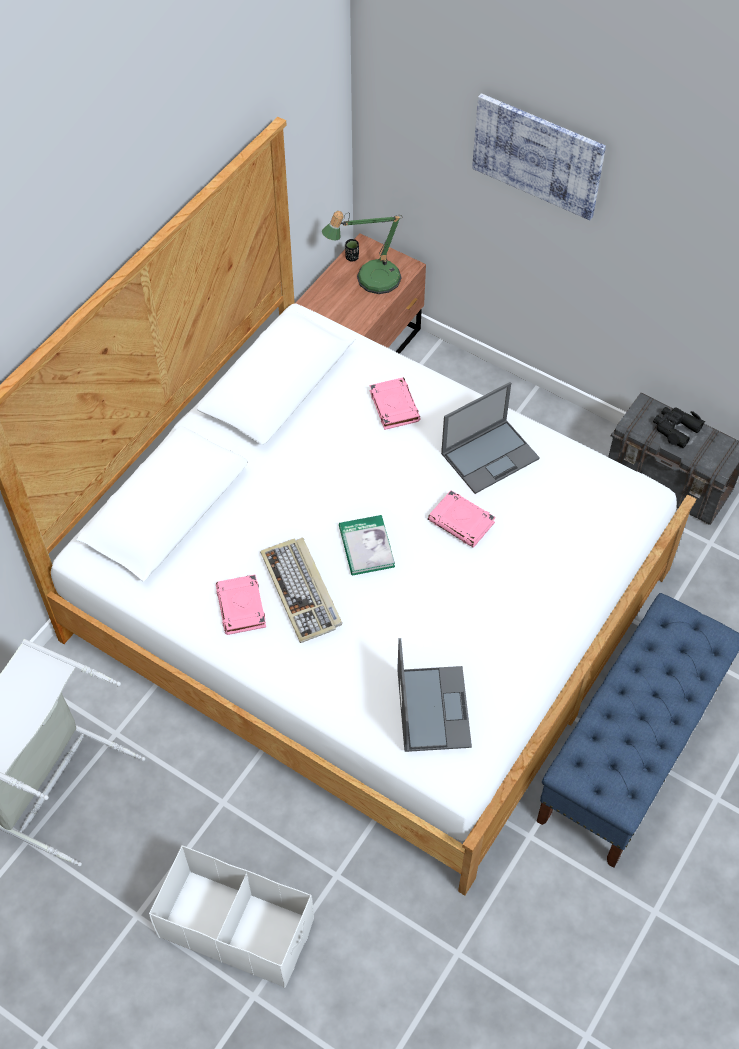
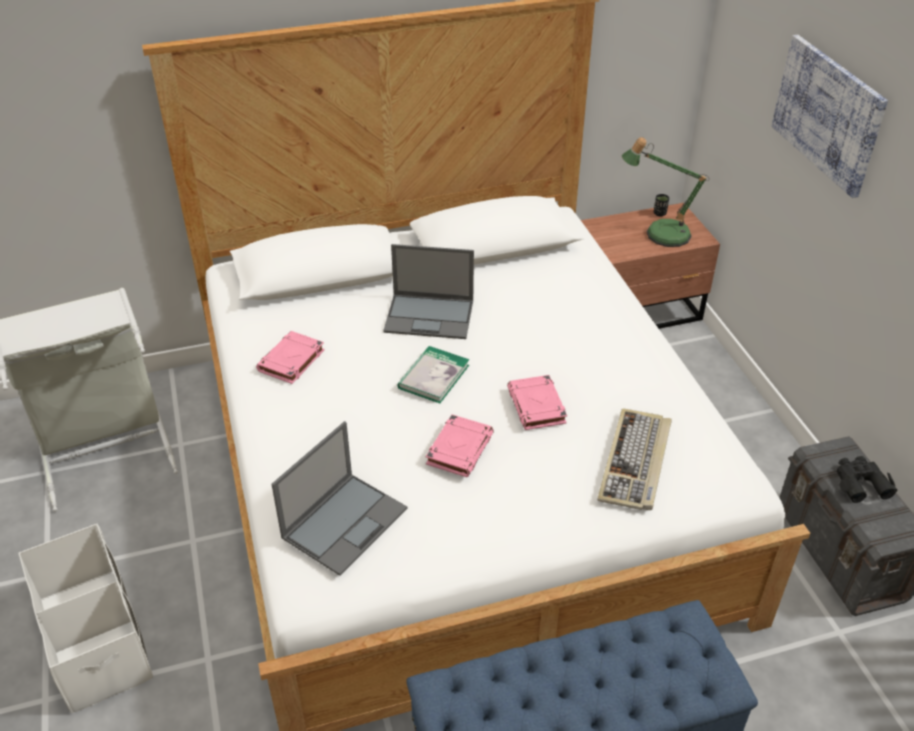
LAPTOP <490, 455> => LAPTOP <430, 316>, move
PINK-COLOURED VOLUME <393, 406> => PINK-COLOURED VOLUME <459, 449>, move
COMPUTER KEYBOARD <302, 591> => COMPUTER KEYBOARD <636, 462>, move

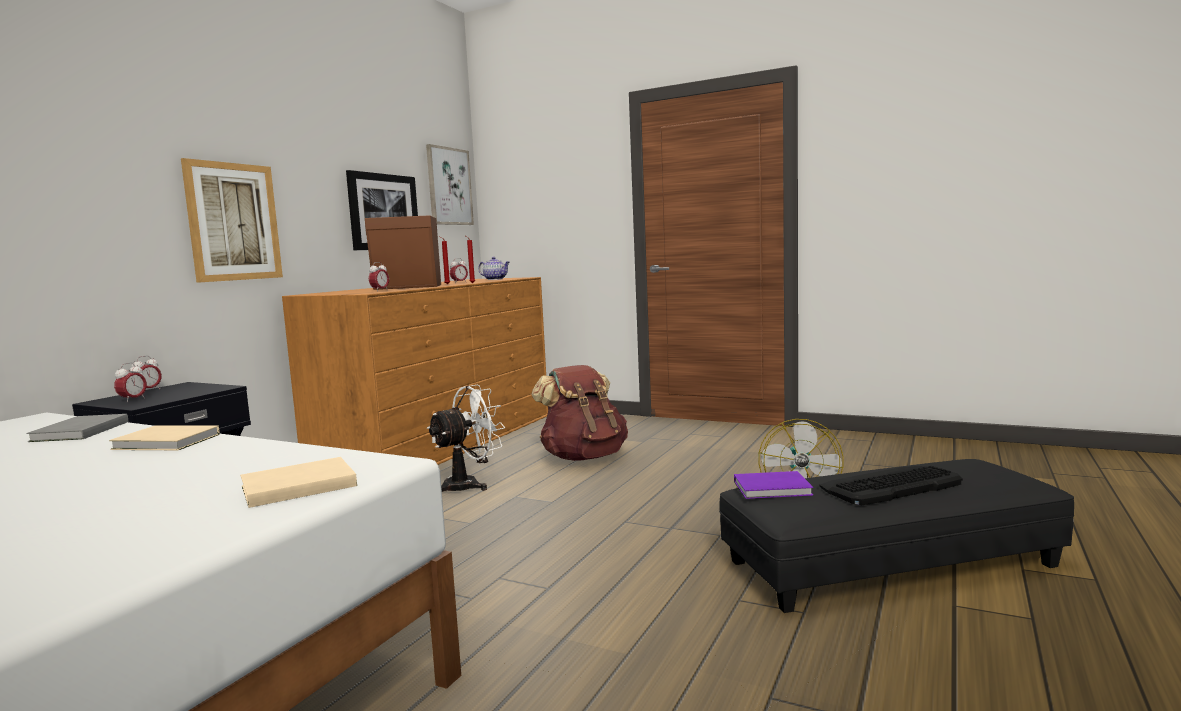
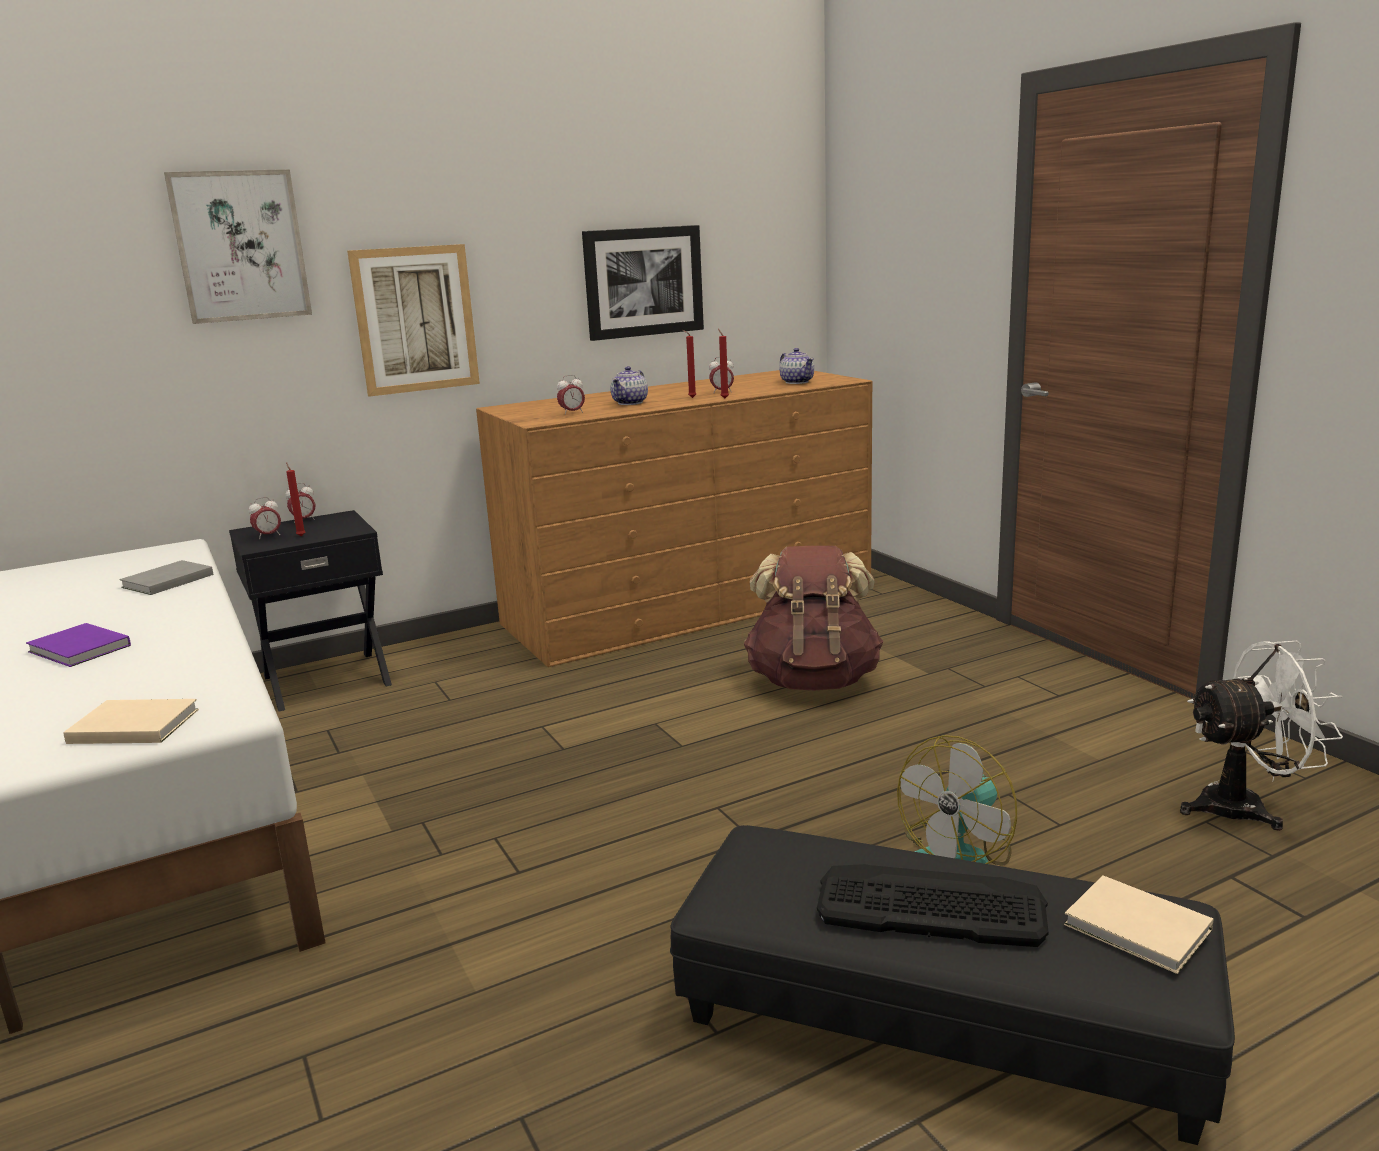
PURPLE-COLOURED VOLUME <774, 488> => PURPLE-COLOURED VOLUME <79, 649>, move
PICTURE <449, 186> => PICTURE <240, 246>, move
nothing => REDDISH CANDLE <301, 536>
BROWN-COLOURED AUDIO SPEAKER <409, 287> => POT FOR TEA <630, 403>
BEIGE-COLOURED VOLUME <167, 442> => BEIGE-COLOURED VOLUME <1139, 930>, move
WHITE-COLOURED FAN <469, 485> => WHITE-COLOURED FAN <1246, 807>, move

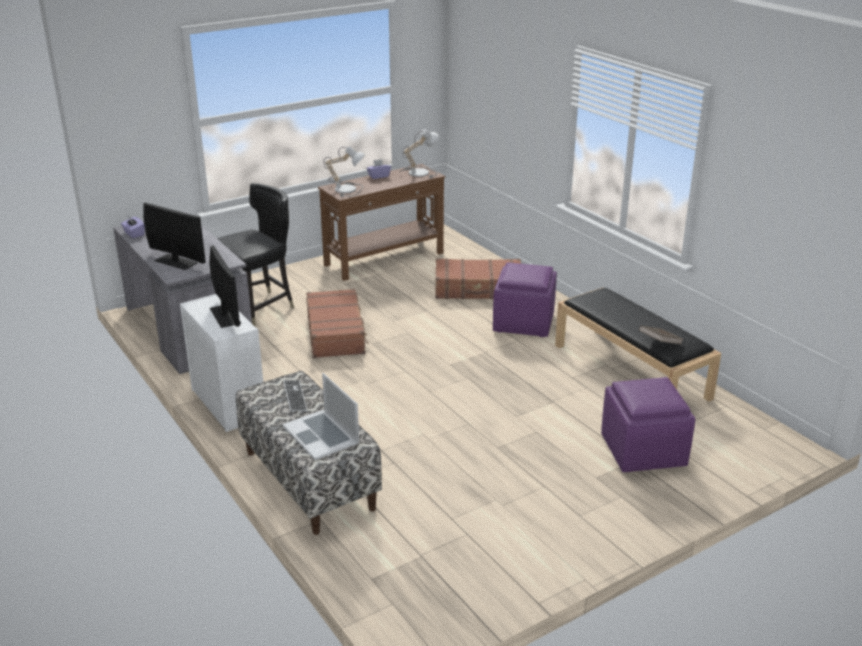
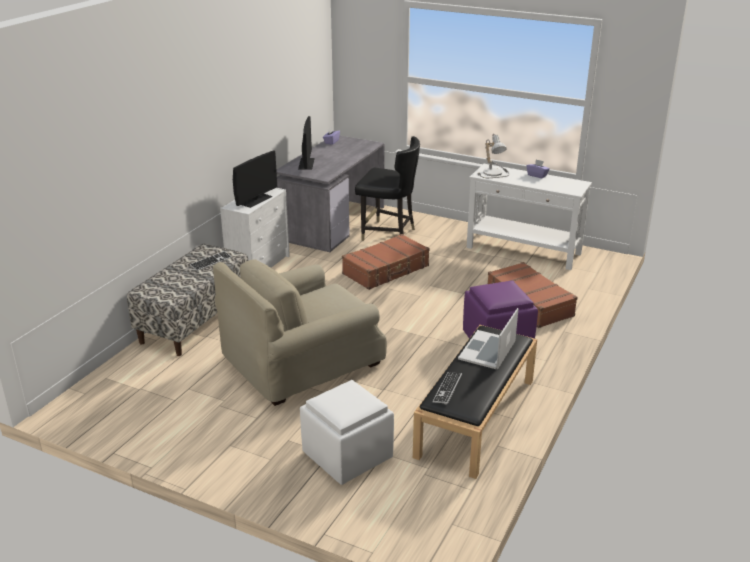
nothing => BEIGE-COLOURED EASY CHAIR <303, 361>
PURPLE-COLOURED FOOTREST <644, 451> => WHITE-COLOURED FOOTREST <347, 456>
BROWN-COLOURED VOLUME <659, 343> => COMPUTER KEYBOARD <447, 389>
LAPTOP <321, 434> => LAPTOP <487, 350>, move
BROWN-COLOURED HALL TABLE <385, 259> => WHITE-COLOURED HALL TABLE <523, 251>
TABLETOP LAMP <418, 172> => nothing

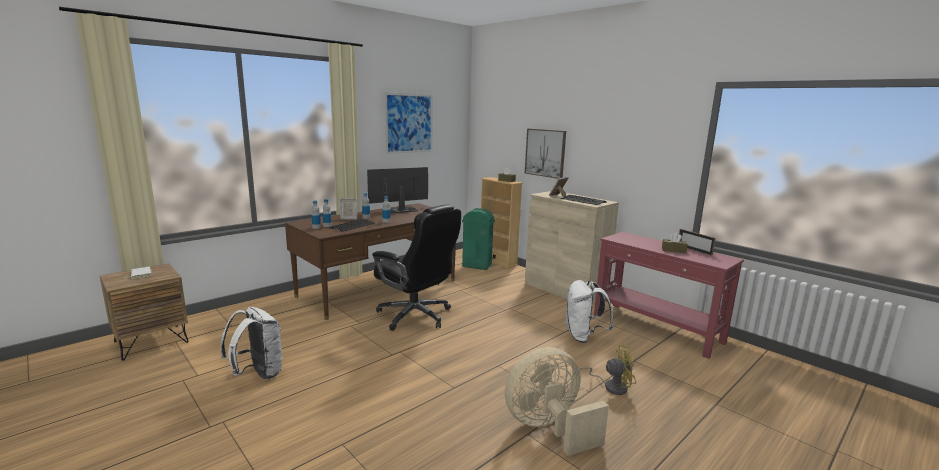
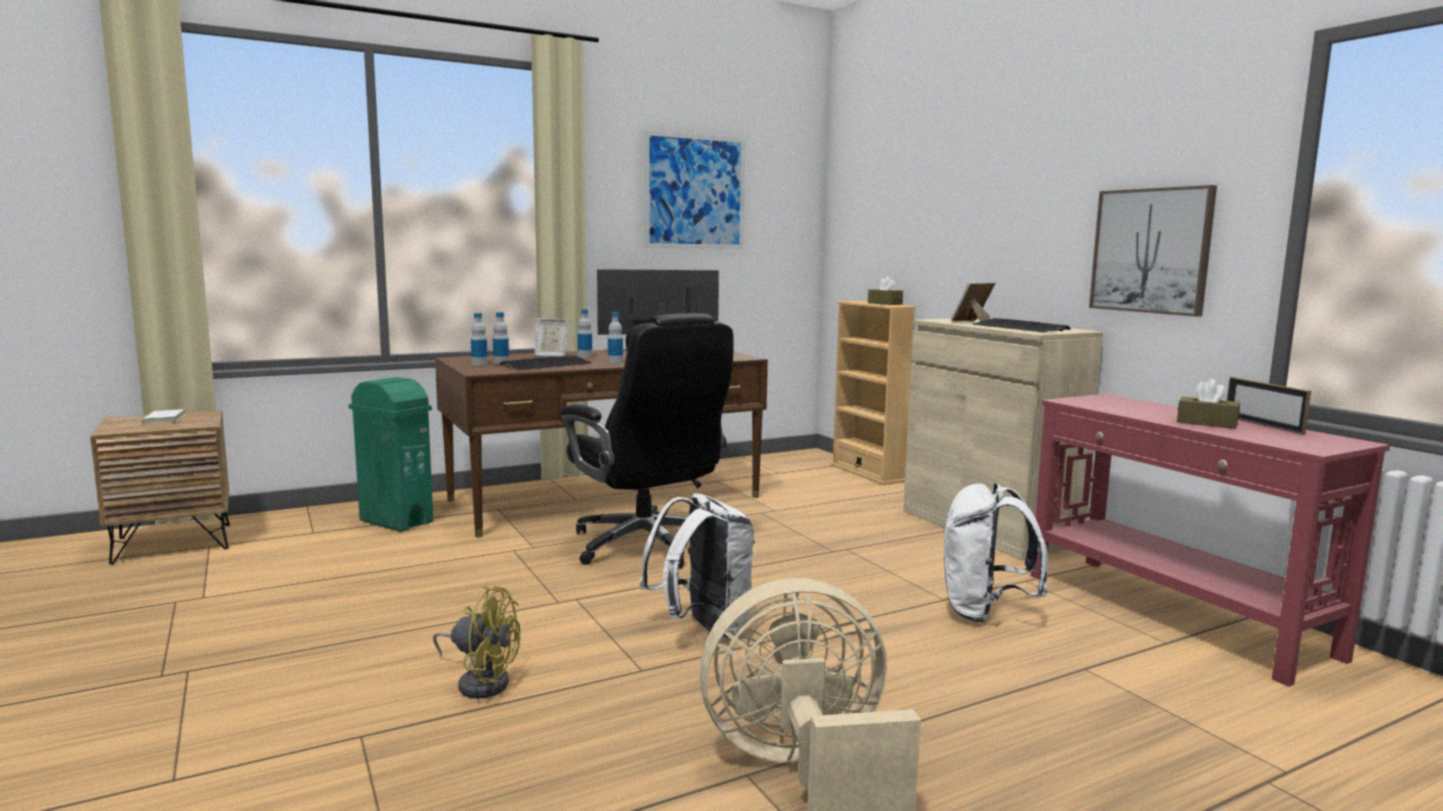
GREENISH WASTE BIN <476, 266> => GREENISH WASTE BIN <396, 521>, move
YELLOW-COLOURED FAN <611, 386> => YELLOW-COLOURED FAN <481, 681>, move
WHITE-COLOURED KNAPSACK <258, 374> => WHITE-COLOURED KNAPSACK <703, 628>, move
PICTURE <545, 153> => PICTURE <1151, 251>, move

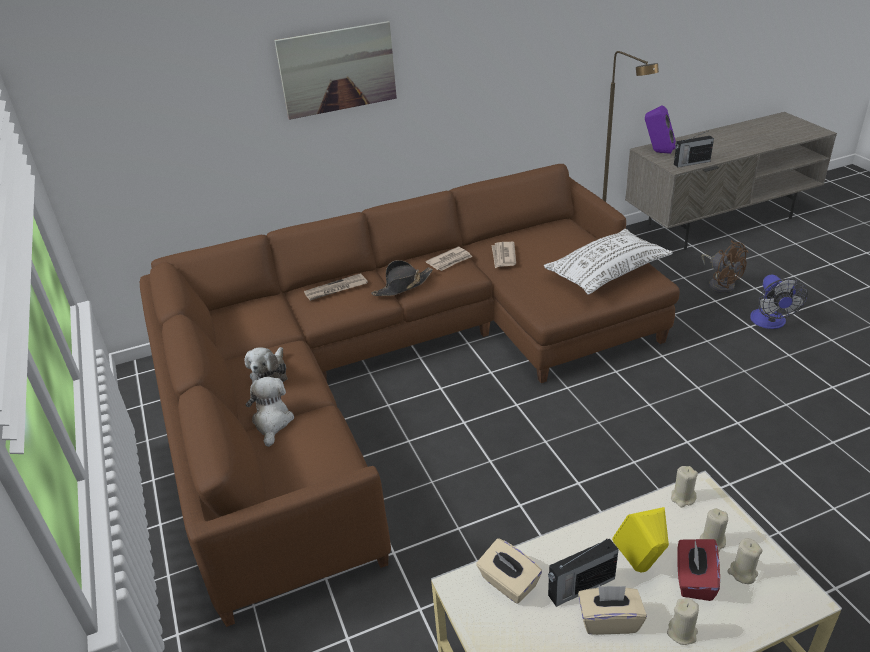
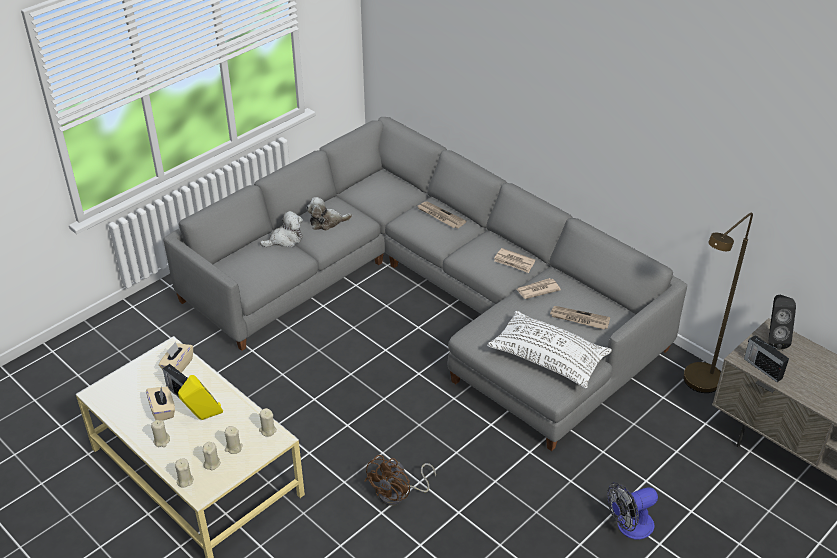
BROWN-COLOURED SOFA <395, 367> => GREYISH SOFA <430, 296>
nothing => BEIGE-COLOURED CANDLE <185, 480>
BROWN-COLOURED FAN <720, 284> => BROWN-COLOURED FAN <398, 494>, move
nothing => NEWSPAPER <579, 319>
PURPLE-COLOURED AUDIO SPEAKER <657, 152> => BLACK AUDIO SPEAKER <773, 339>
PICTURE <337, 70> => nothing
BLACK WEARABLE HAT <403, 286> => nothing
REDDISH TISSUE BOX <694, 580> => nothing

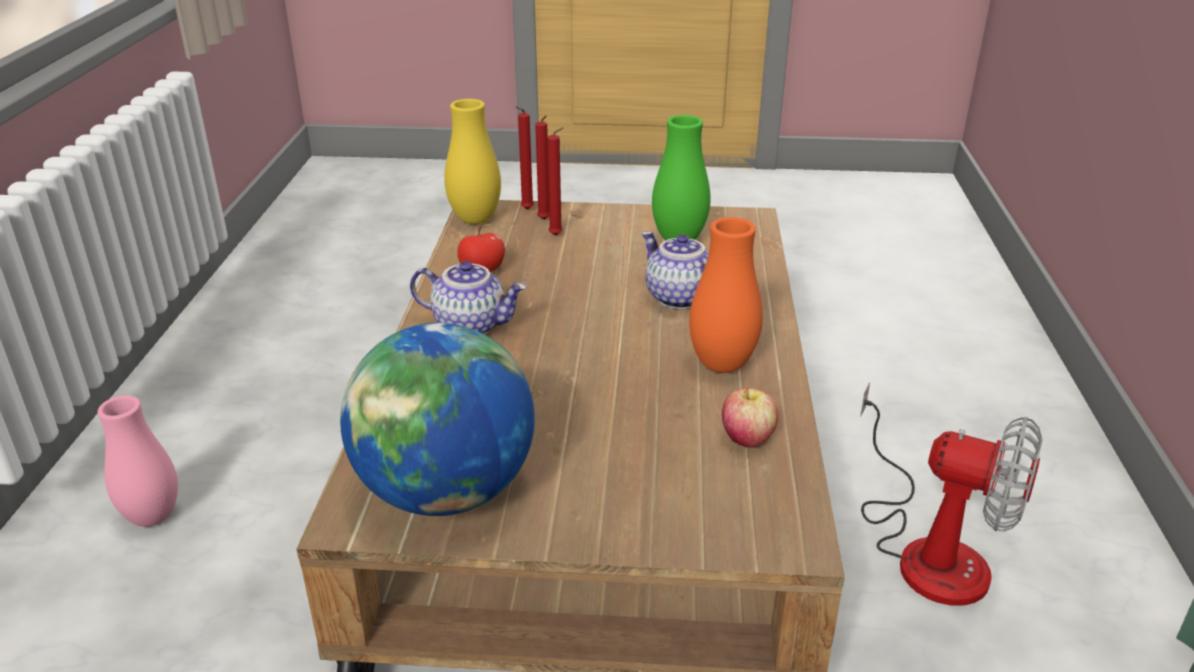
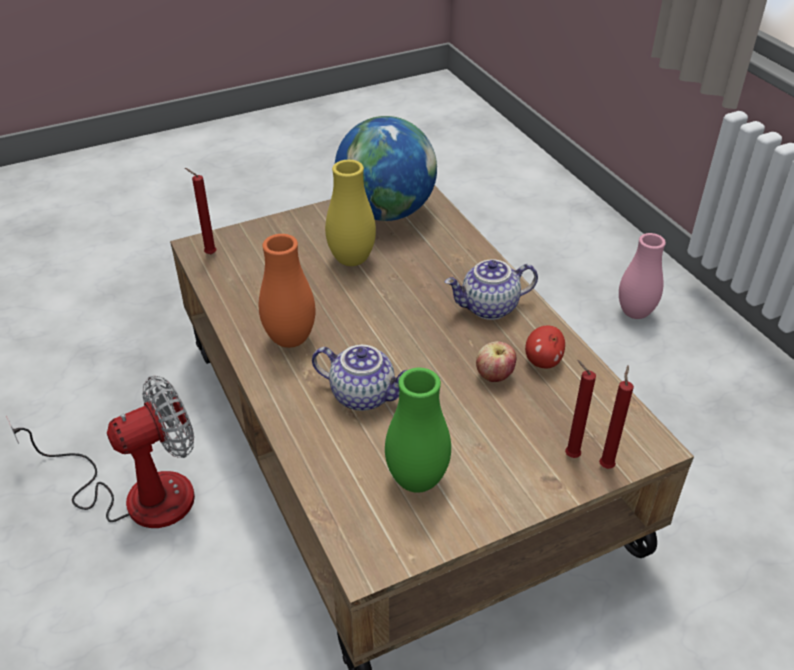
FAN <928, 548> => FAN <138, 493>, 150 degrees clockwise
REDDISH CANDLE <557, 236> => REDDISH CANDLE <208, 254>, move
YELLOW-COLOURED FLOWER VASE <475, 219> => YELLOW-COLOURED FLOWER VASE <351, 260>, move
APPLE <747, 438> => APPLE <494, 376>, move

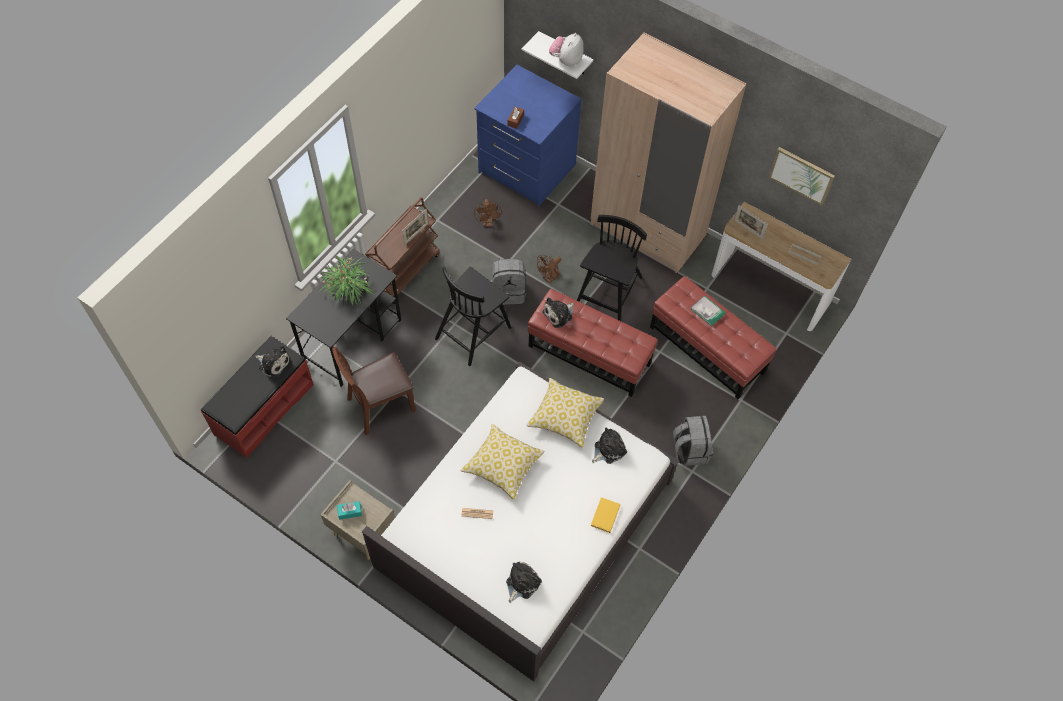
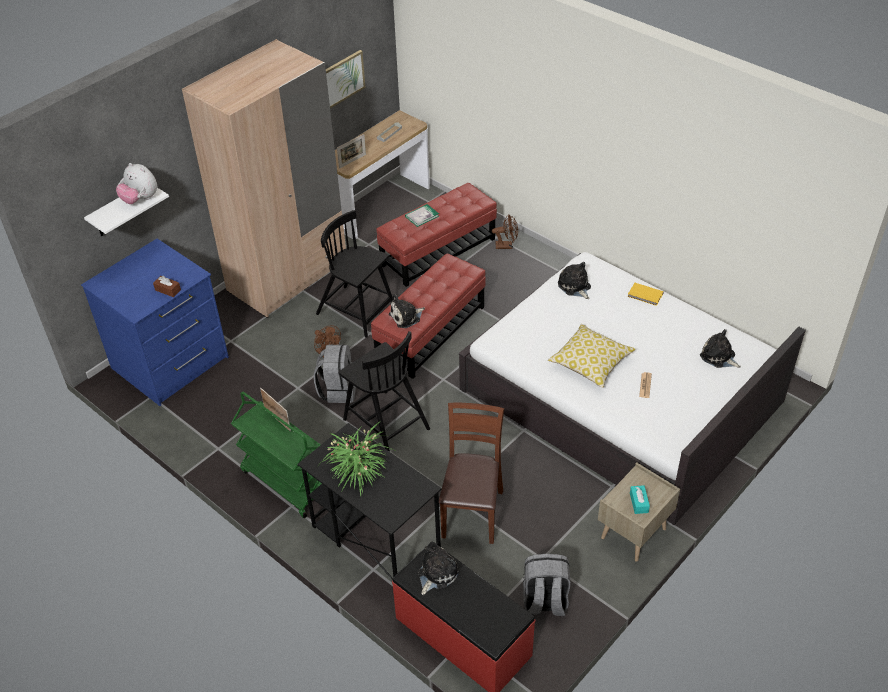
BROWN-COLOURED CART <405, 271> => GREENISH CART <285, 482>
CUDDLY TOY <559, 314> => CUDDLY TOY <406, 317>, 90 degrees clockwise
BROWN-COLOURED CHAIR <380, 406> => BROWN-COLOURED CHAIR <472, 513>, 150 degrees counterclockwise
BROWN-COLOURED FAN <488, 223> => BROWN-COLOURED FAN <506, 246>, move
GREYISH KNAPSACK <690, 450> => GREYISH KNAPSACK <544, 602>, move
CUSHION <565, 417> => nothing

